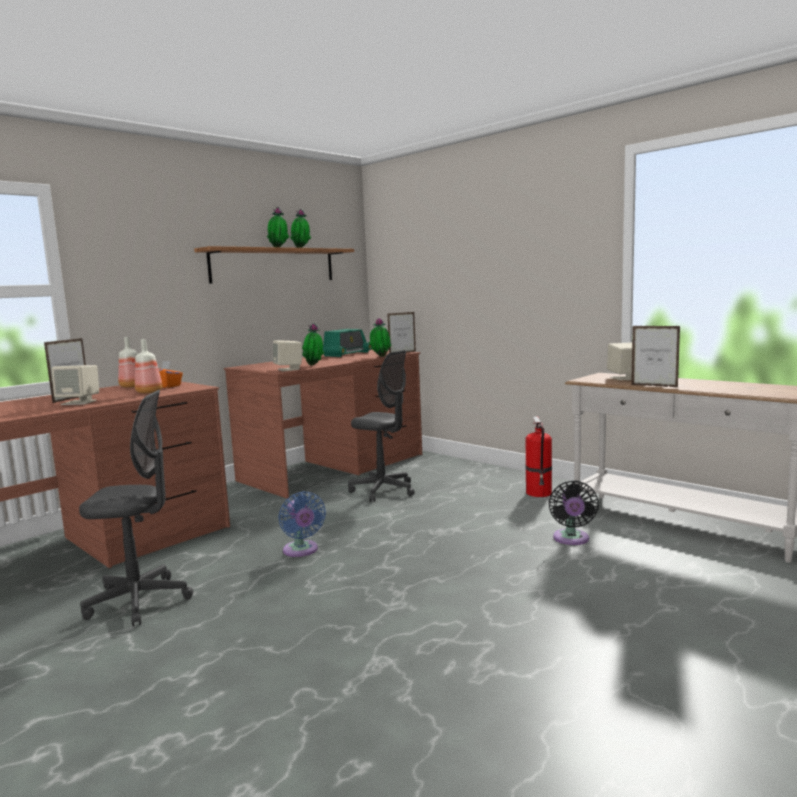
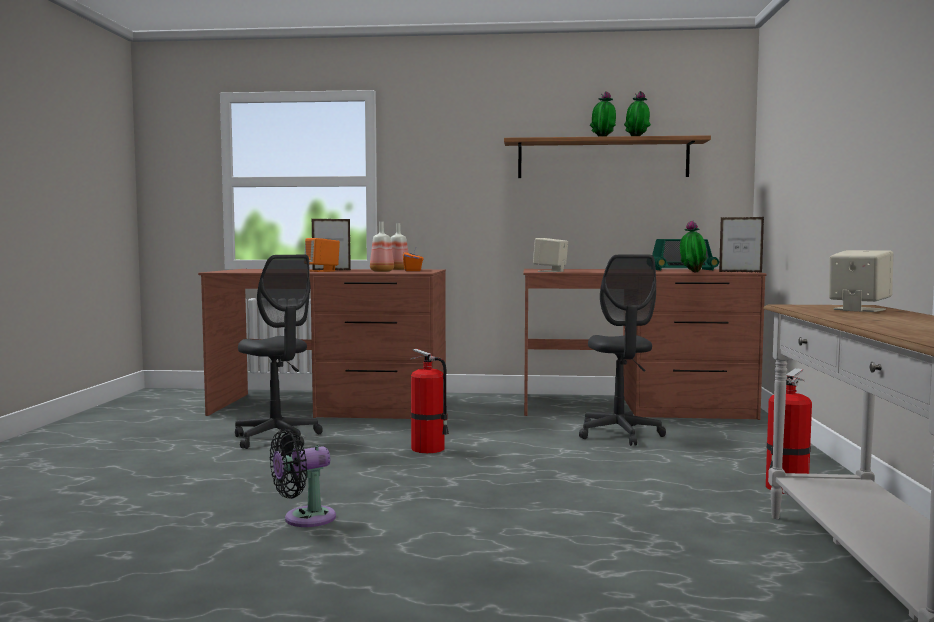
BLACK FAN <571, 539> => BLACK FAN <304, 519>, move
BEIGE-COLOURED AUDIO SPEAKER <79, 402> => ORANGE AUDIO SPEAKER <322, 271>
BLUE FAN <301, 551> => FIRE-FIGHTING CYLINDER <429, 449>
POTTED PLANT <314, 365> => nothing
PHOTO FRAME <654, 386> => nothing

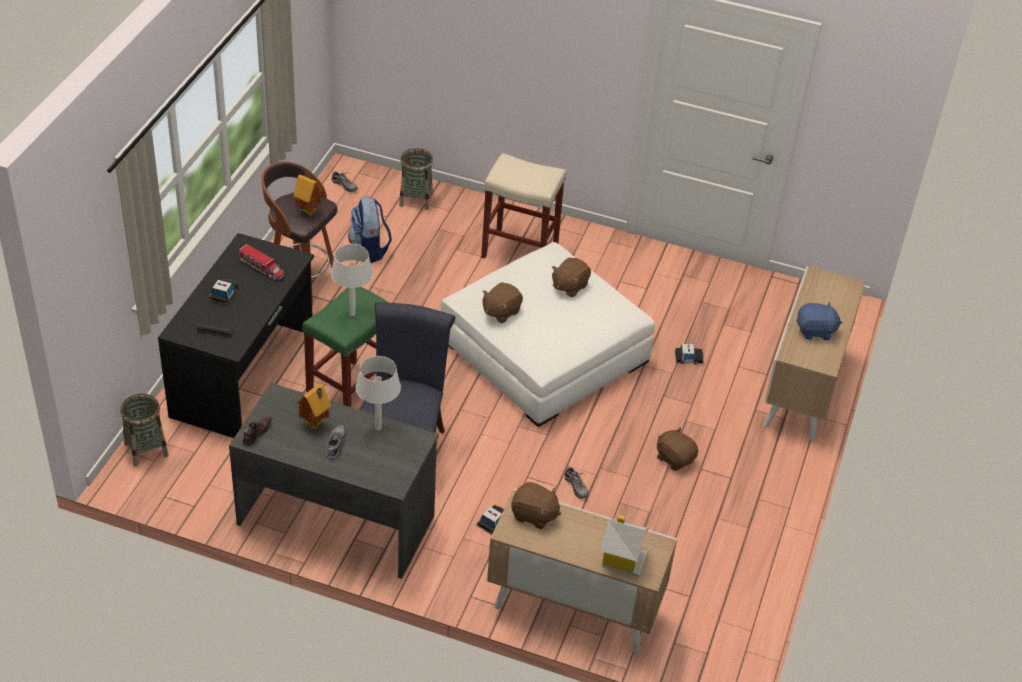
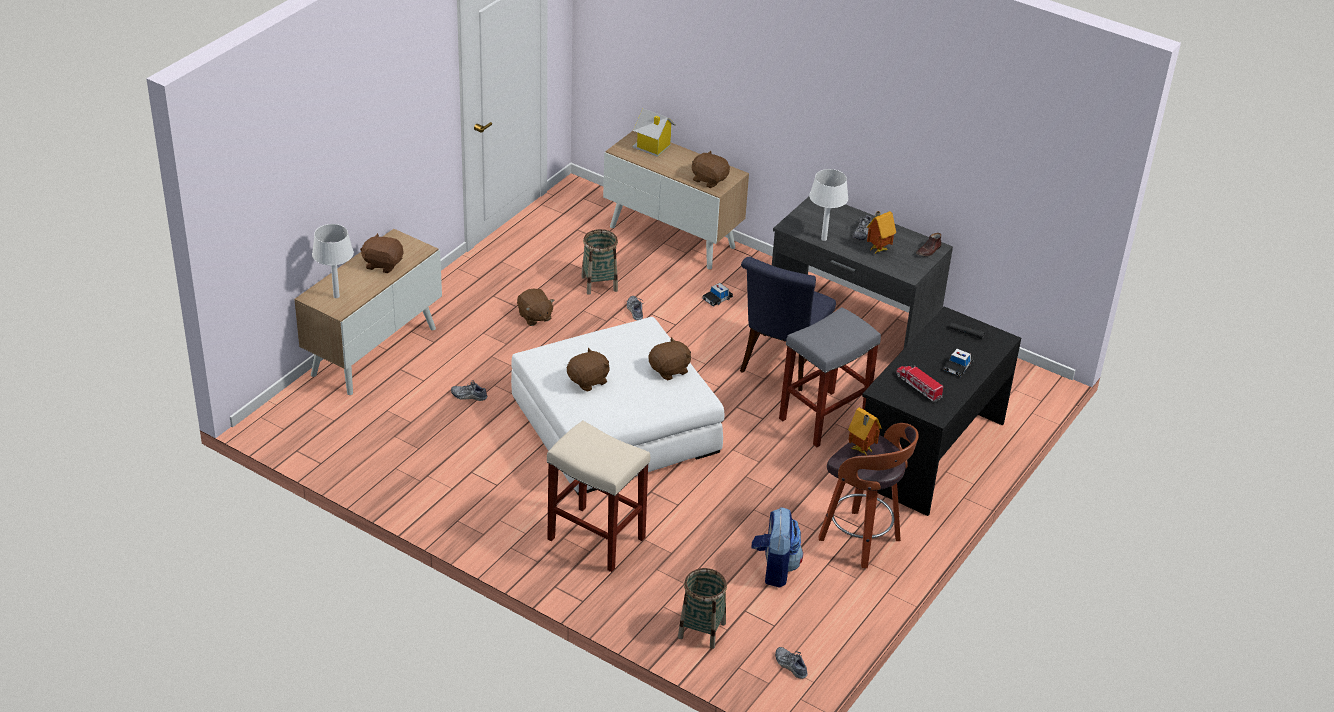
WHITE-COLOURED TABLETOP LAMP <353, 313> => WHITE-COLOURED TABLETOP LAMP <336, 296>, move
BLUE CUDDLY TOY <815, 331> => BROWN-COLOURED CUDDLY TOY <383, 264>
TOY CAR <688, 358> => LOW SHOE <469, 396>
HOUSEHOLD BASKET <146, 449> => HOUSEHOLD BASKET <599, 284>, move
GREENISH STOOL <350, 392> => GREYISH STOOL <824, 417>

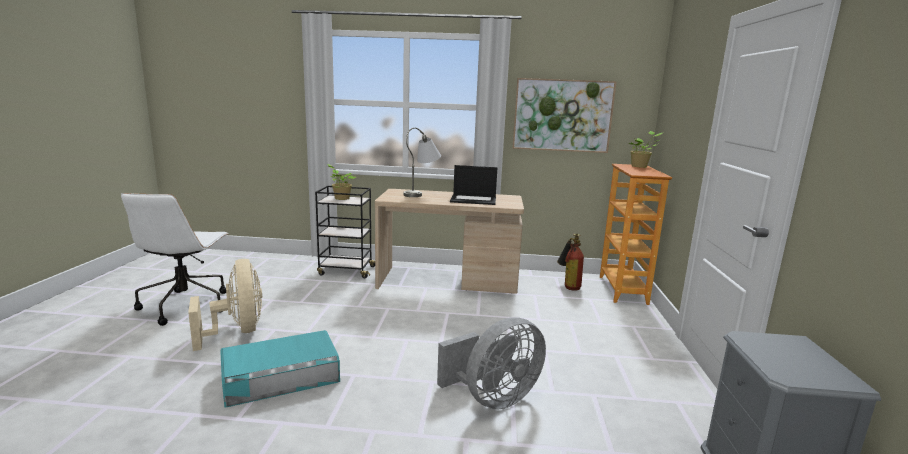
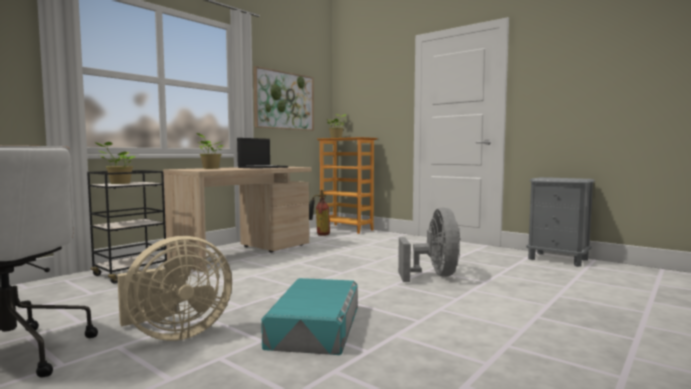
BEIGE-COLOURED FAN <237, 332> => BEIGE-COLOURED FAN <174, 334>, 135 degrees clockwise
GREYISH TABLETOP LAMP <422, 193> => POTTED PLANT <210, 168>

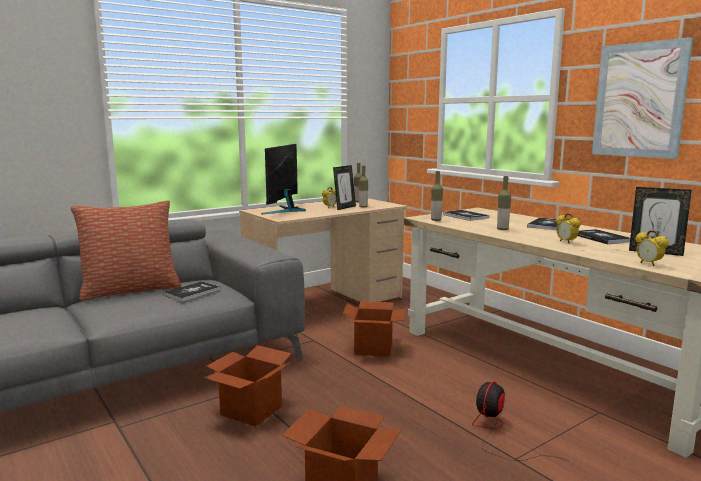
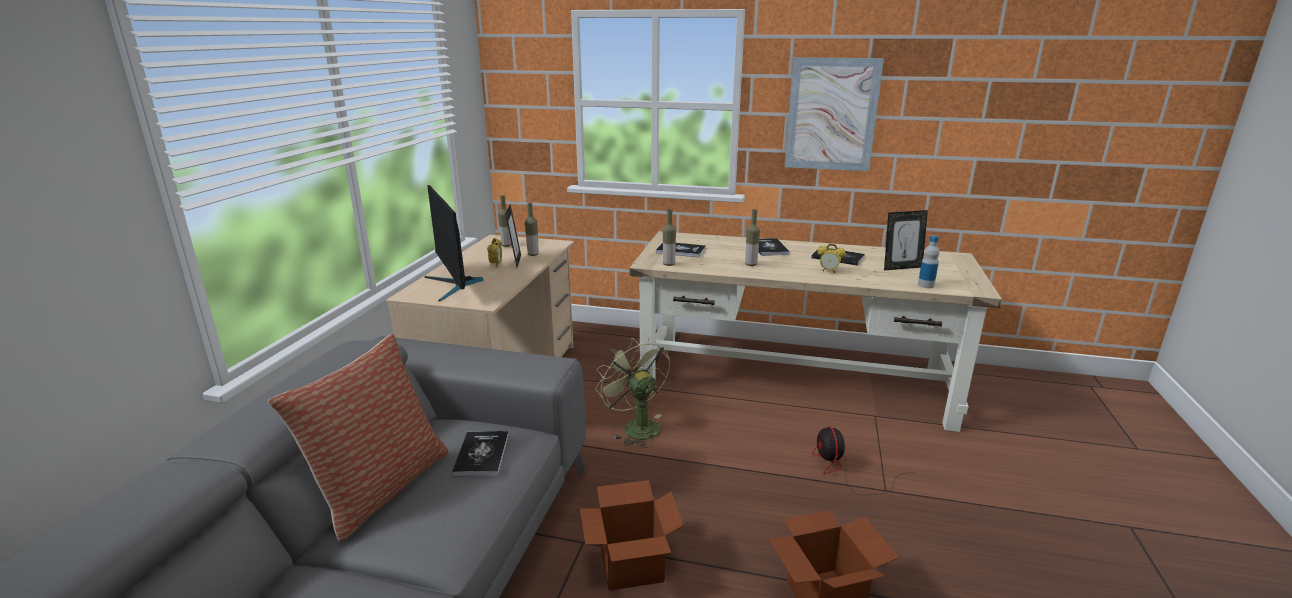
PACKING BOX <373, 348> => GREENISH FAN <635, 427>
TABLE CLOCK <648, 264> => BEVERAGE BOTTLE <926, 285>

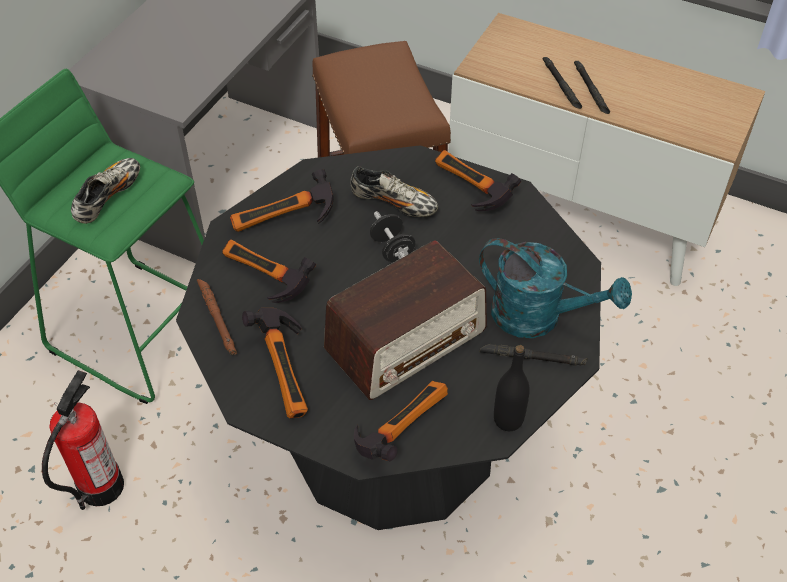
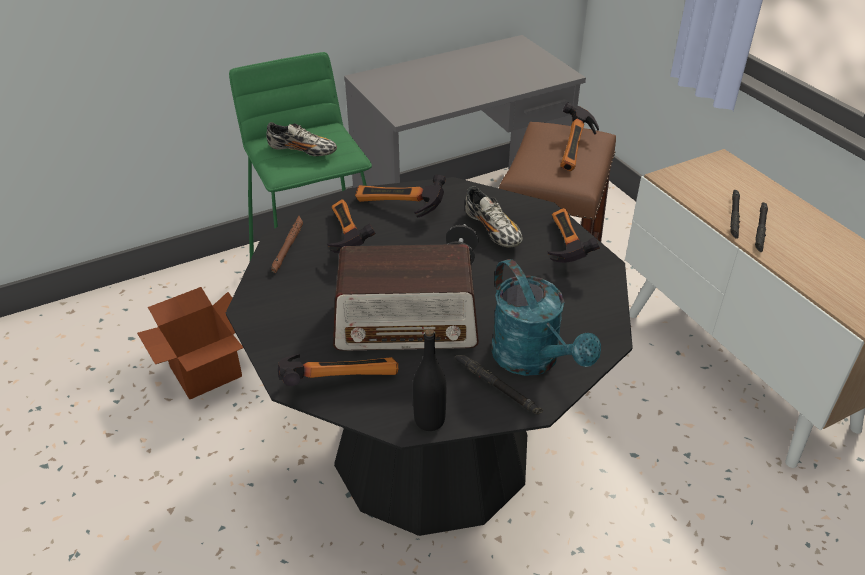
FIRE-FIGHTING CYLINDER <100, 486> => PACKING BOX <206, 371>
LOW SHOE <108, 197> => LOW SHOE <302, 151>, 45 degrees clockwise
HAND HAMMER <289, 371> => HAND HAMMER <577, 151>, move

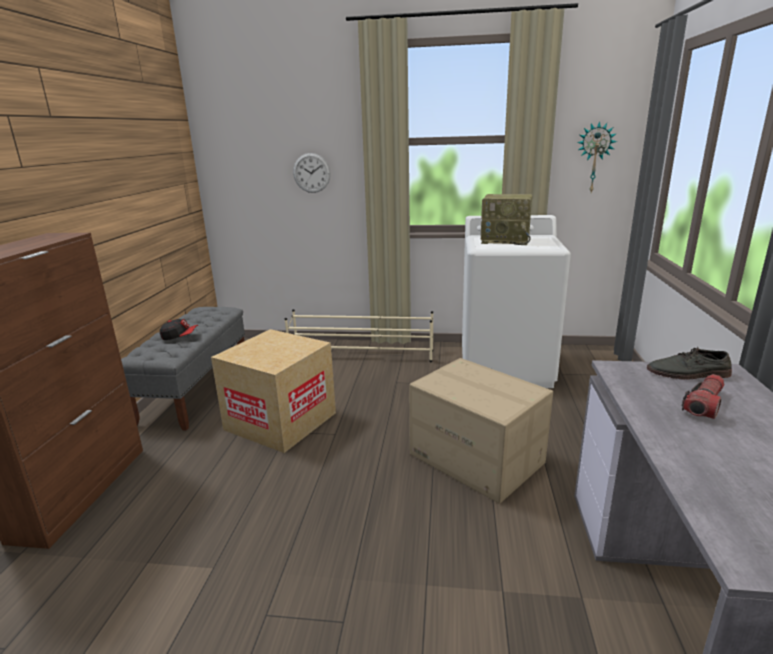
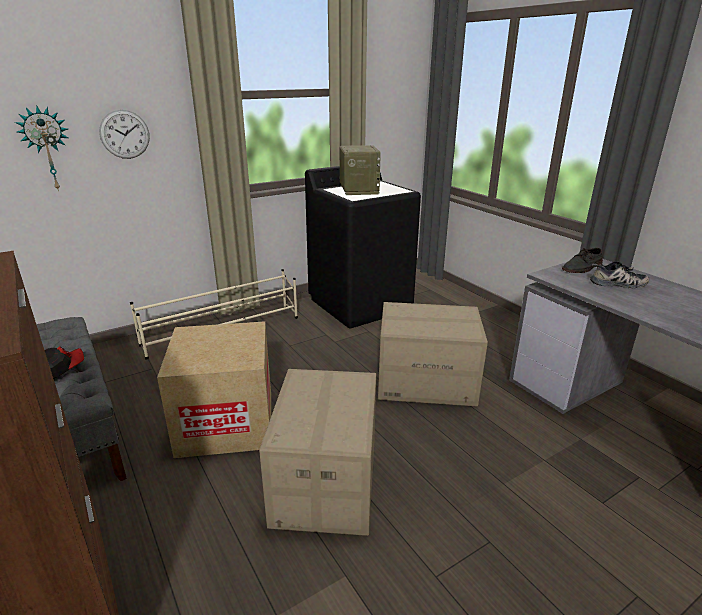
HANGING CLOCK <594, 158> => HANGING CLOCK <47, 149>, move
nothing => PACKING BOX <324, 481>
WHITE-COLOURED LAUNDRY MACHINE <506, 367> => BLACK LAUNDRY MACHINE <361, 304>
RADIO RECEIVER <506, 240> => RADIO RECEIVER <358, 189>, 75 degrees counterclockwise
FLASHLIGHT <704, 404> => LOW SHOE <618, 284>

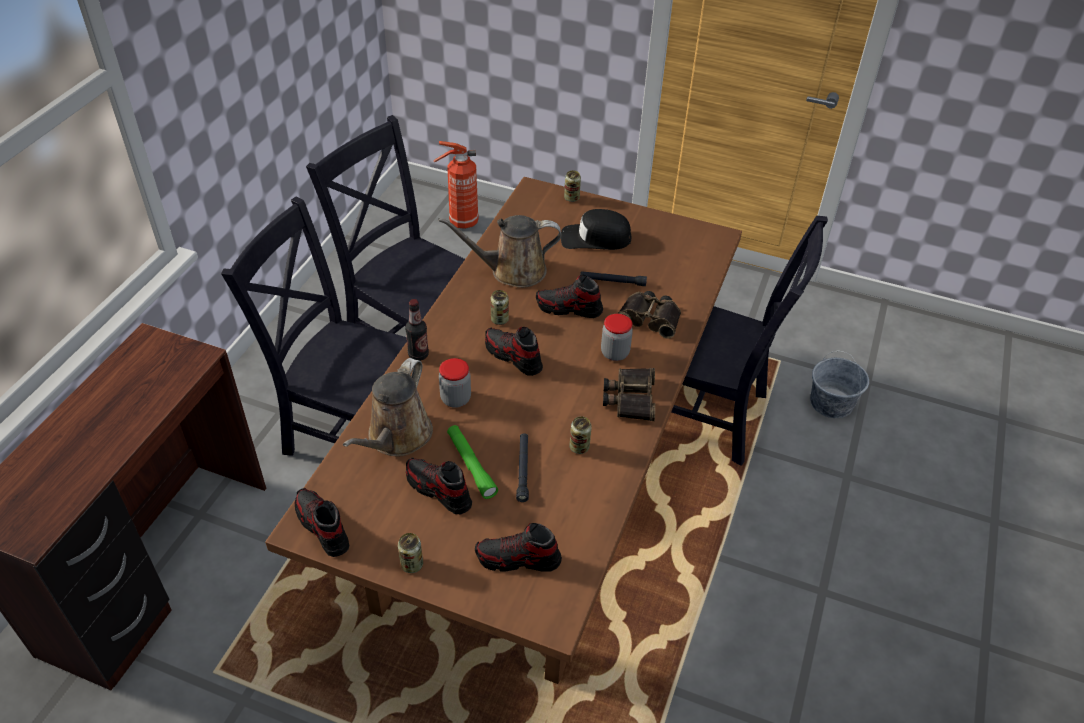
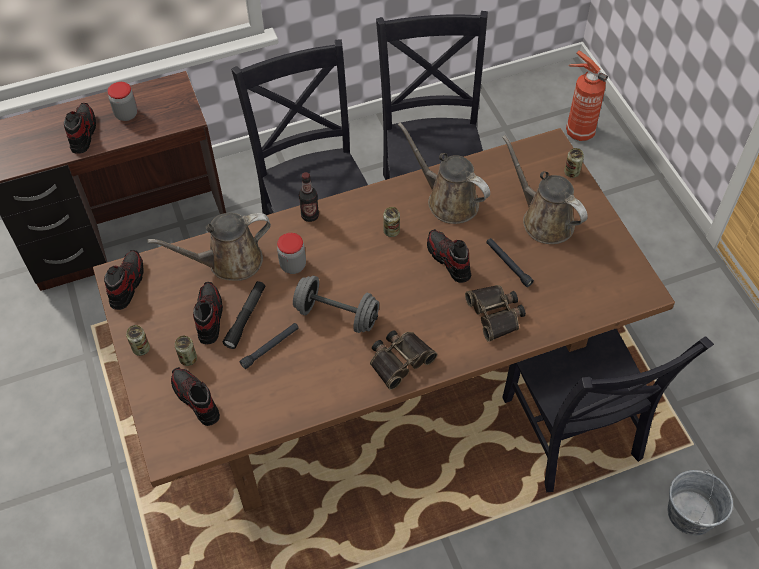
LOW SHOE <513, 357> => LOW SHOE <83, 133>, move
STORAGE JAR <615, 353> => STORAGE JAR <126, 114>, move
METAL CAN <579, 447> => METAL CAN <188, 359>, move
GREENISH FLASHLIGHT <471, 465> => BLACK FLASHLIGHT <246, 317>
nothing => GREYISH DUMBBELL <336, 315>
BLACK BASEBALL CAP <595, 238> => BROWN-COLOURED WATERING POT <543, 219>

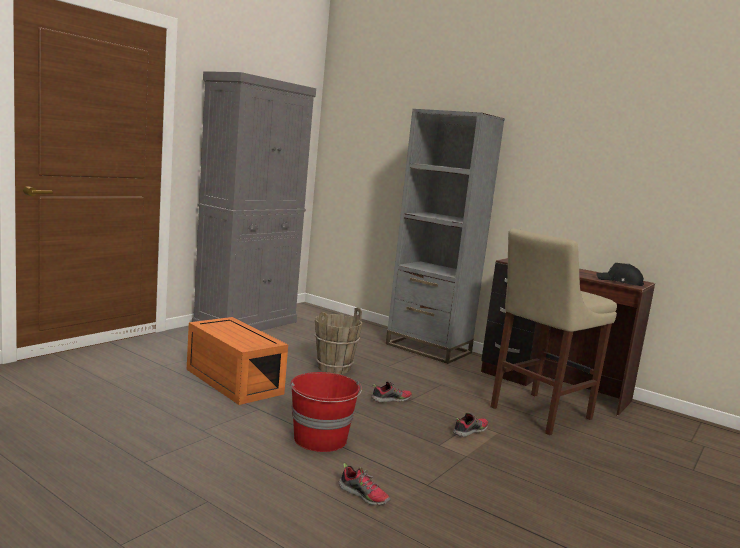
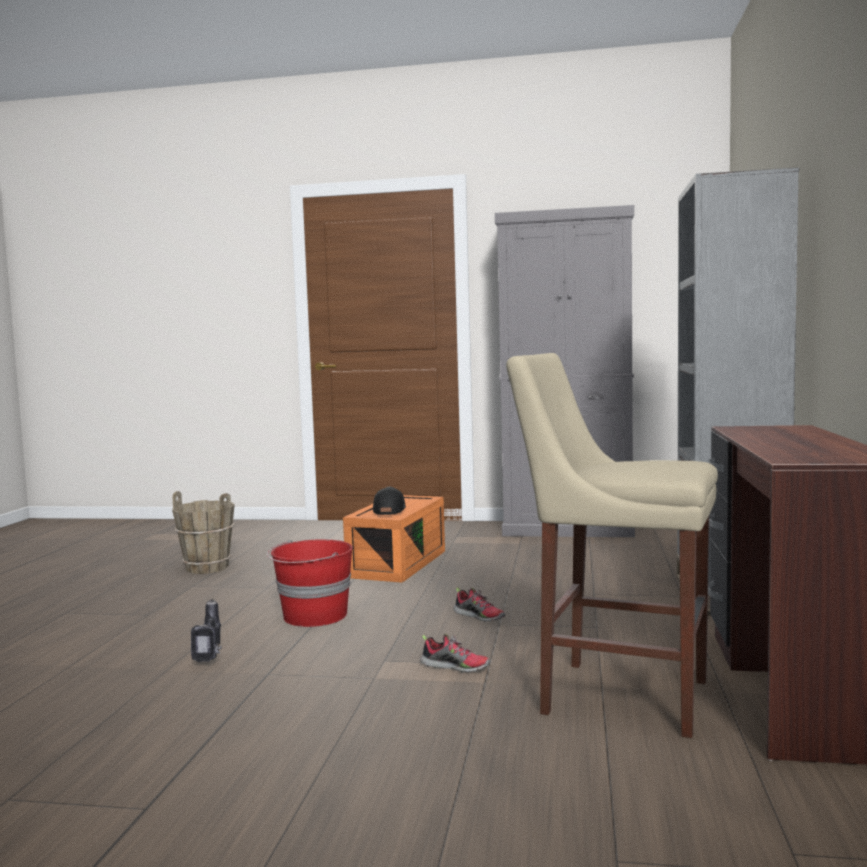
BROWN-COLOURED WATER BUCKET <333, 368> => BROWN-COLOURED WATER BUCKET <207, 568>, move
LOW SHOE <364, 495> => ELECTRIC DRILL <211, 655>
BLACK BASEBALL CAP <620, 282> => BLACK BASEBALL CAP <388, 510>, move

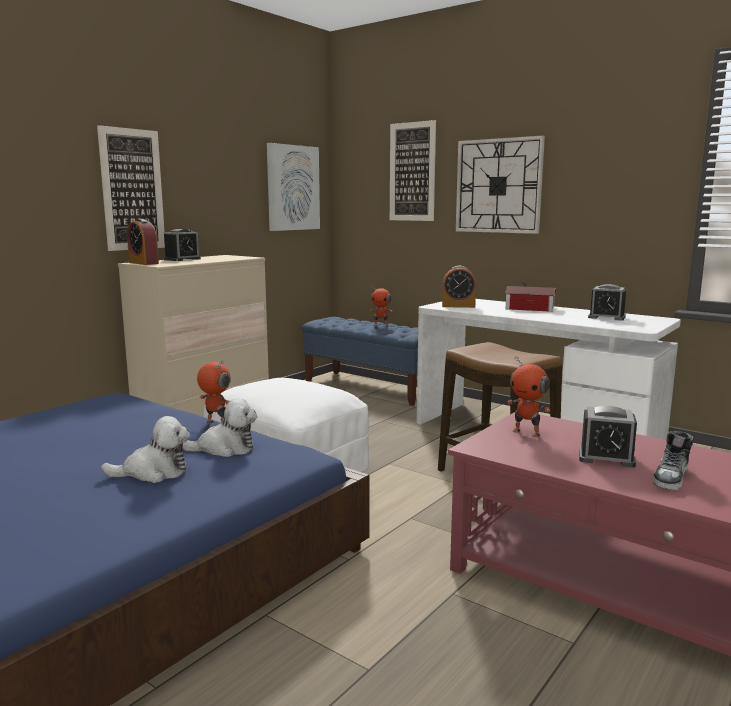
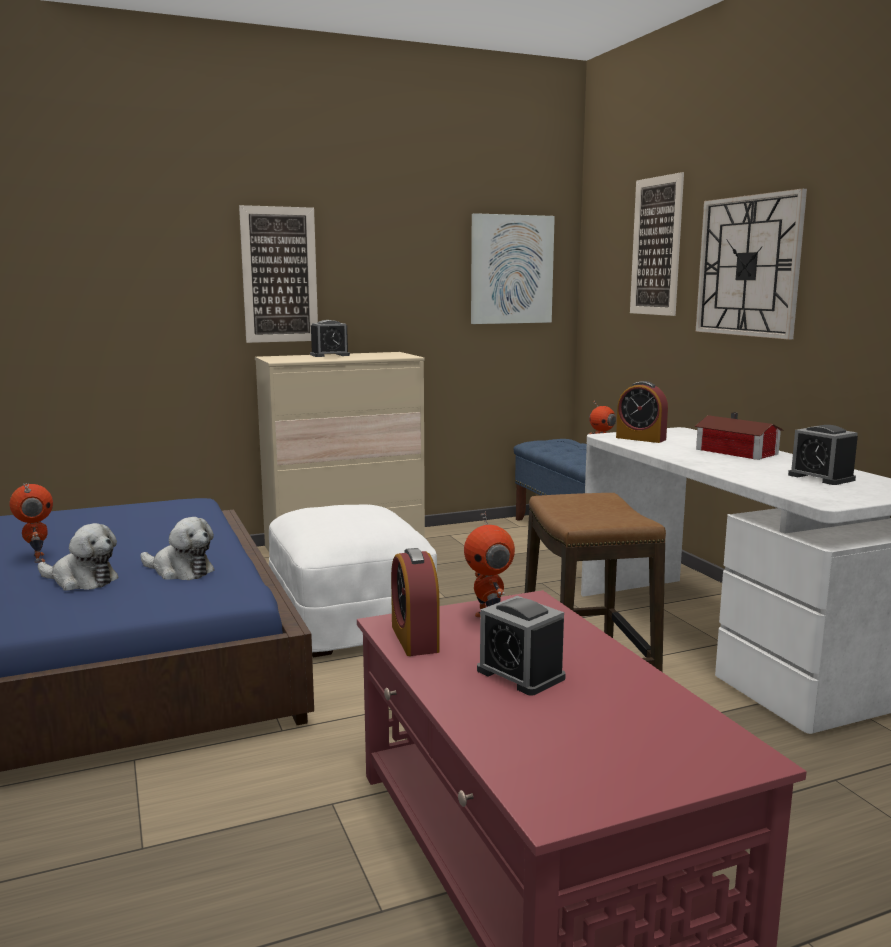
MODEL ROBOT <215, 424> => MODEL ROBOT <37, 558>, move
TABLE CLOCK <143, 263> => TABLE CLOCK <414, 639>, move
LOW SHOE <671, 477> => nothing

